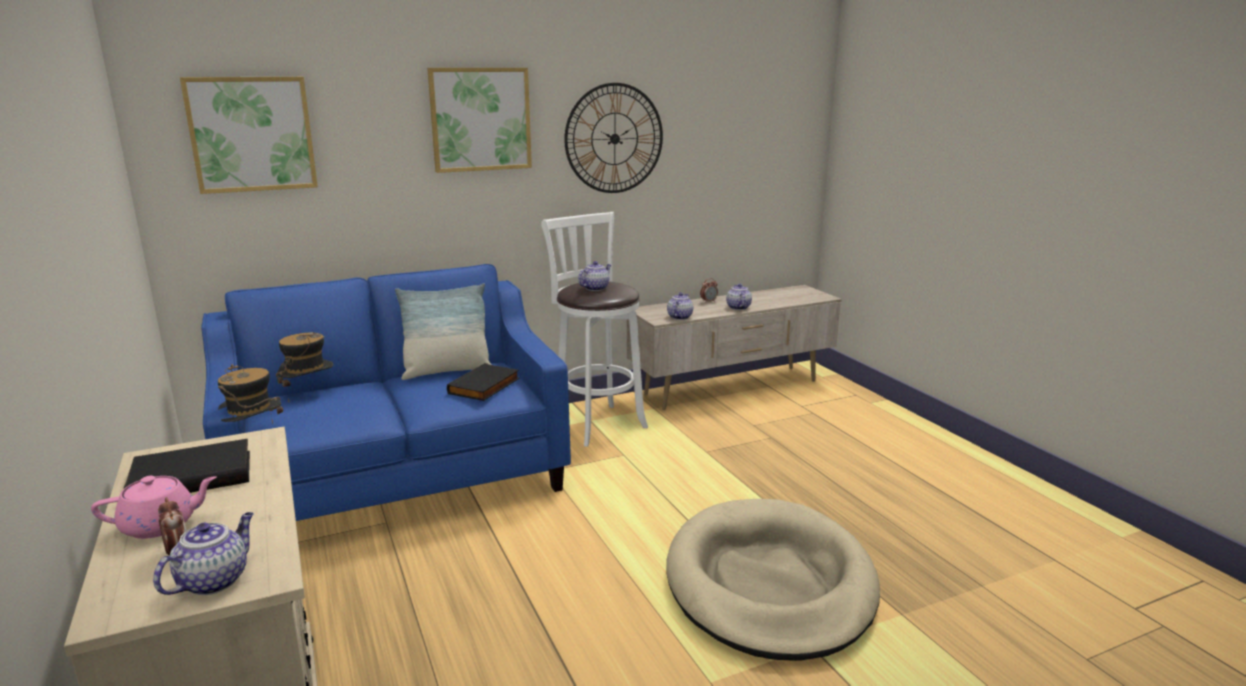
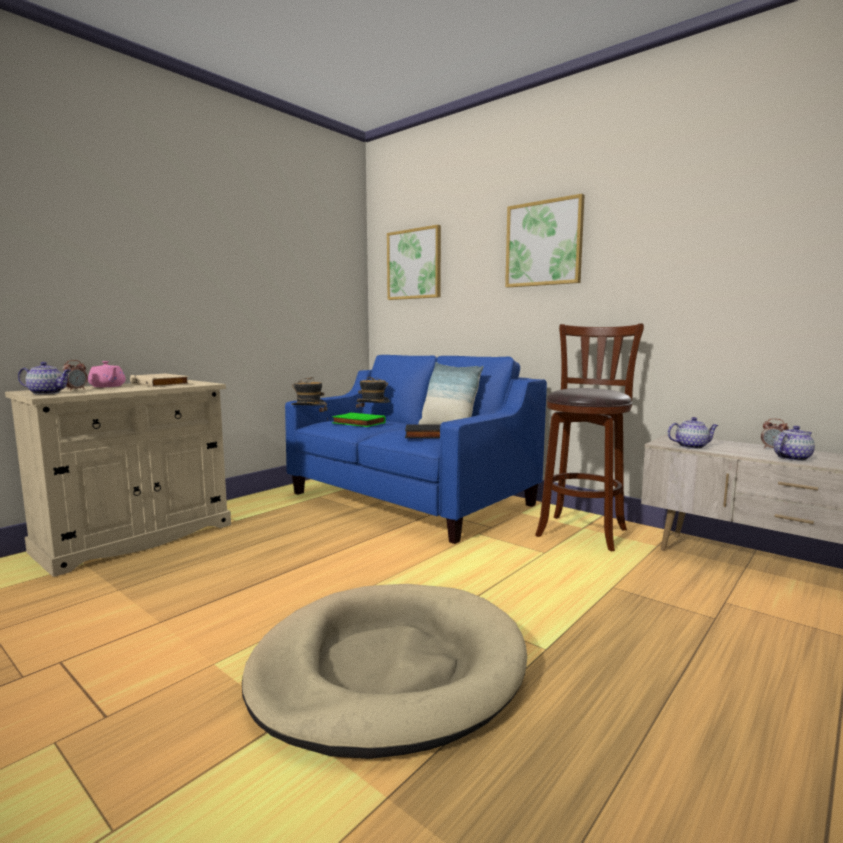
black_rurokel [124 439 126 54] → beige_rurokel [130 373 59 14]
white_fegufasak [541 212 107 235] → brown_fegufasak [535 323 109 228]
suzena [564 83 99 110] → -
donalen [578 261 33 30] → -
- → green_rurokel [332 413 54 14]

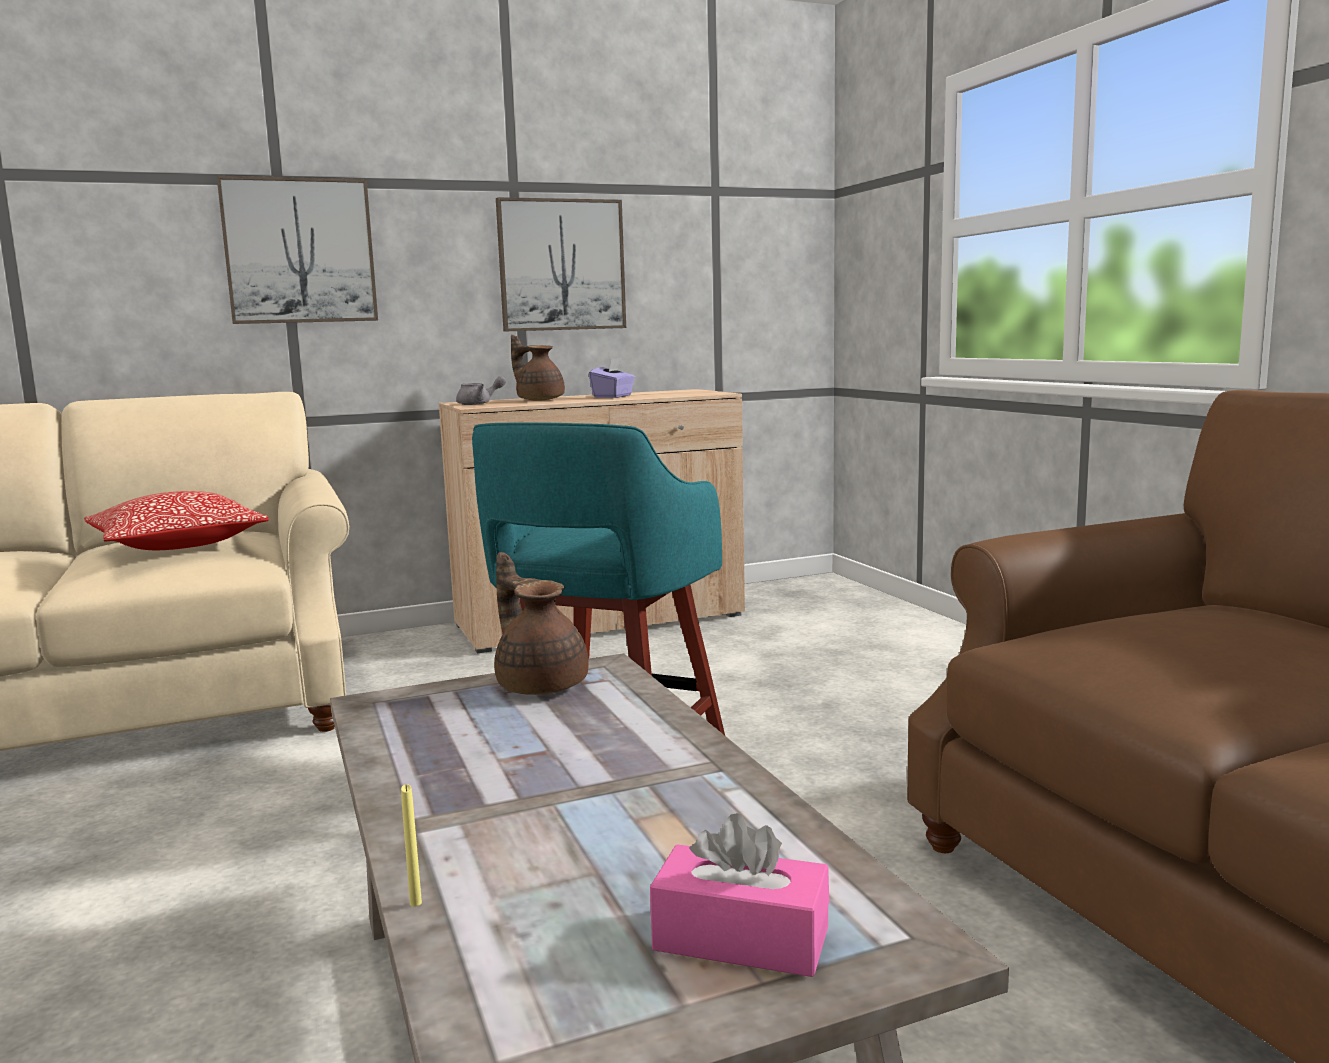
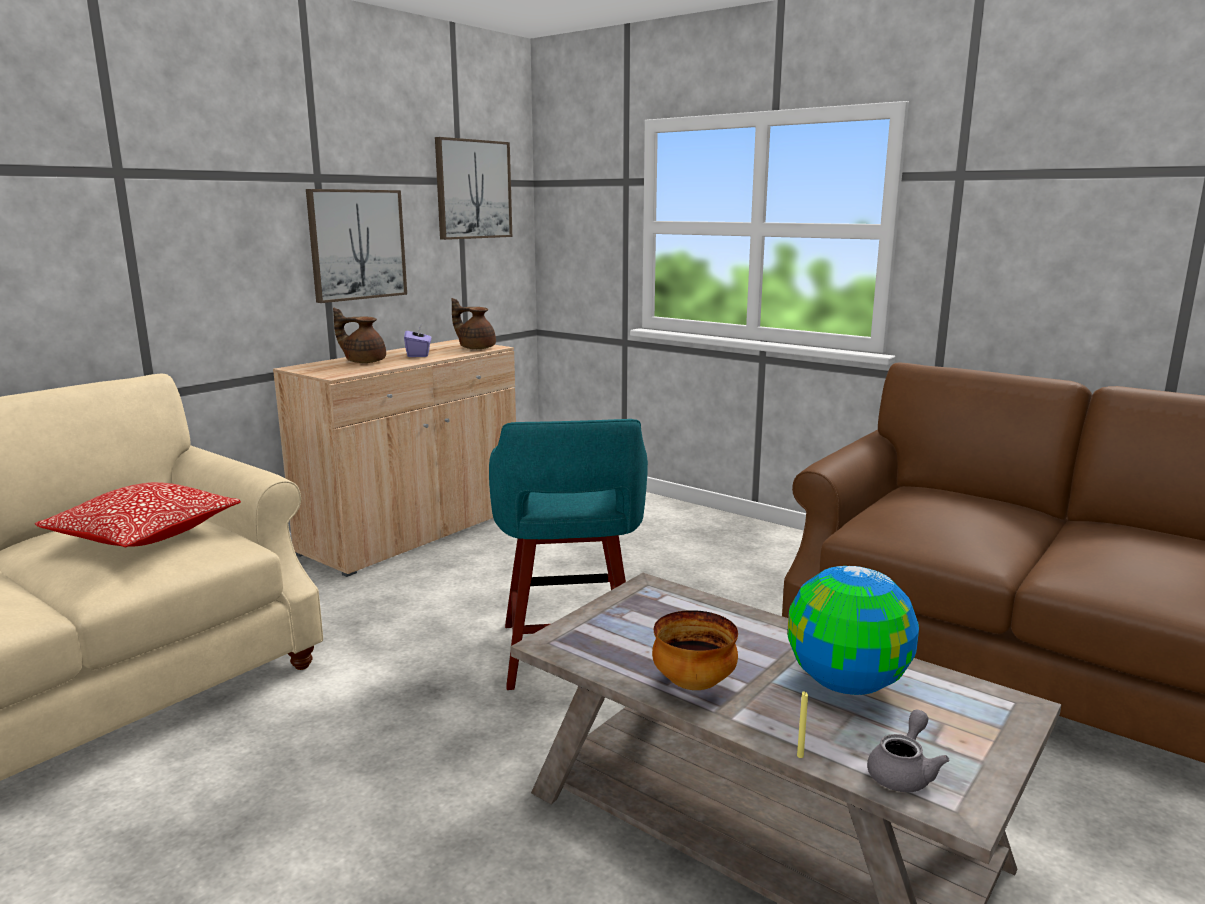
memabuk [217 175 161 149] → memabuk [435 137 77 103], shifted
grey_donalen [456 376 50 29] → grey_donalen [867 709 82 83], shifted
brown_donalen [494 552 95 143] → brown_donalen [451 298 45 51], shifted
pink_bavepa [650 813 179 164] → -
- → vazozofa [652 610 86 80]
- → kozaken [787 566 132 129]

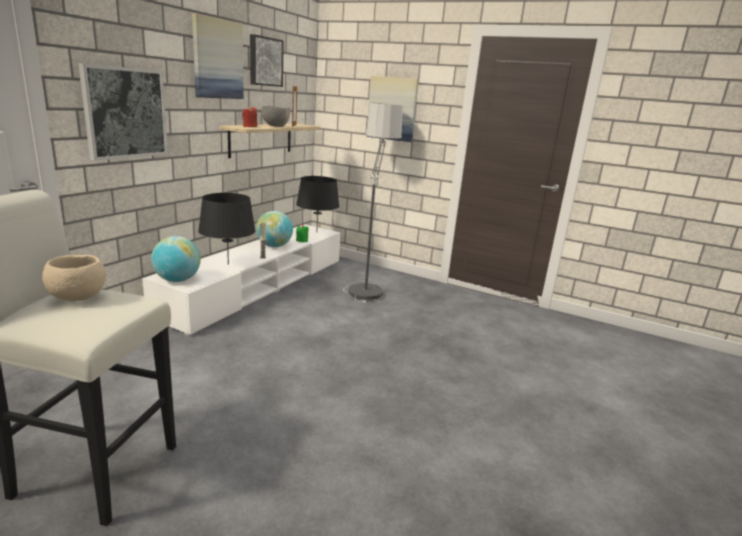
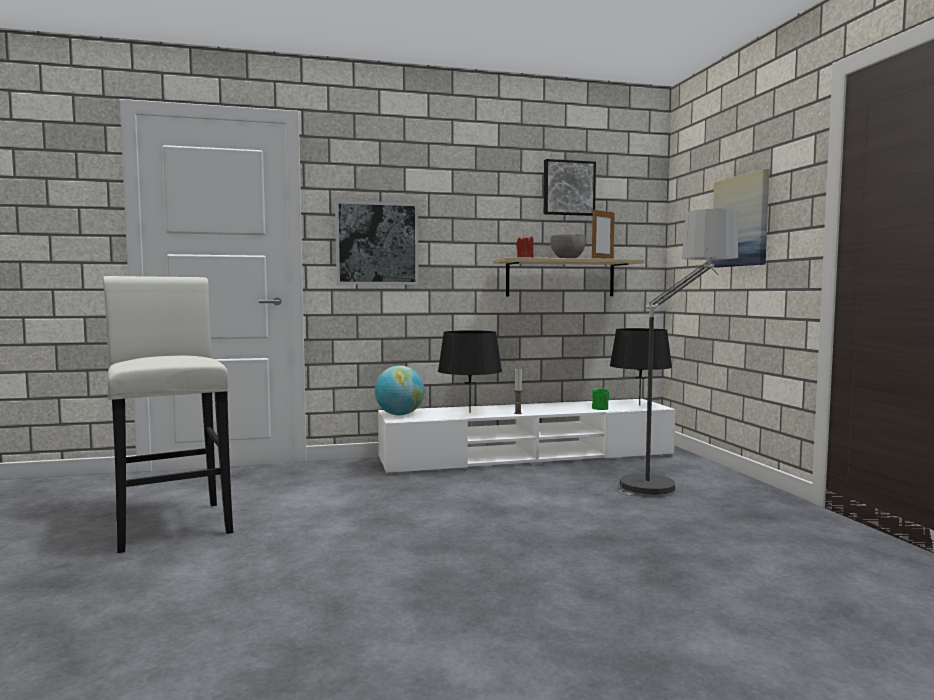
beige_vazozofa [42 255 64 46] → -
memabuk [192 13 52 86] → -
kozaken [256 211 37 36] → -

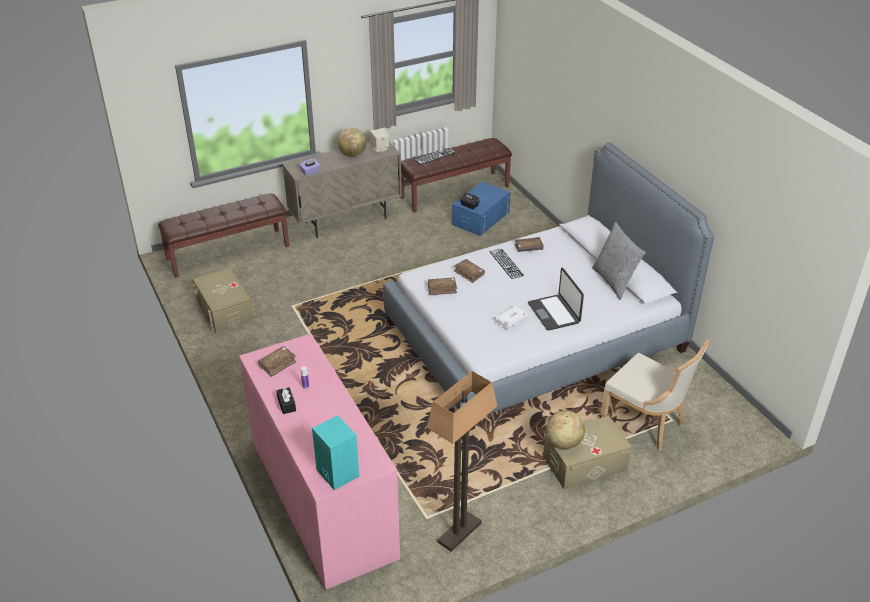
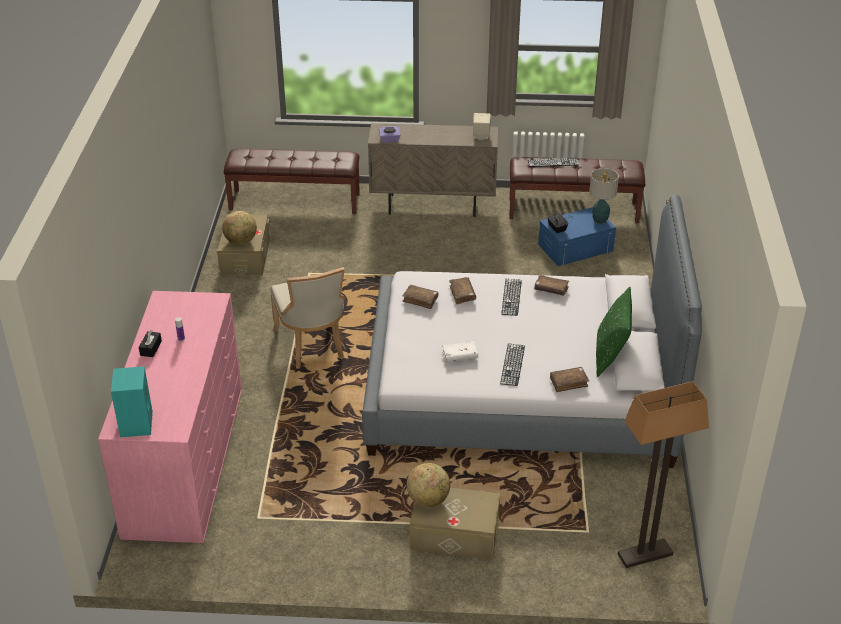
brown_rurokel [258 346 39 31] → brown_rurokel [550 367 39 25], shifted
kozaken [338 128 29 29] → kozaken [222 211 35 34], shifted
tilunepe [427 371 70 181] → tilunepe [618 381 91 187], shifted
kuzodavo [528 268 56 62] → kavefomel [500 344 25 42]
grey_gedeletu [592 222 54 78] → green_gedeletu [596 287 36 90]
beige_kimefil [601 340 109 111] → beige_kimefil [270 267 75 102], shifted
- → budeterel [589 168 30 56]

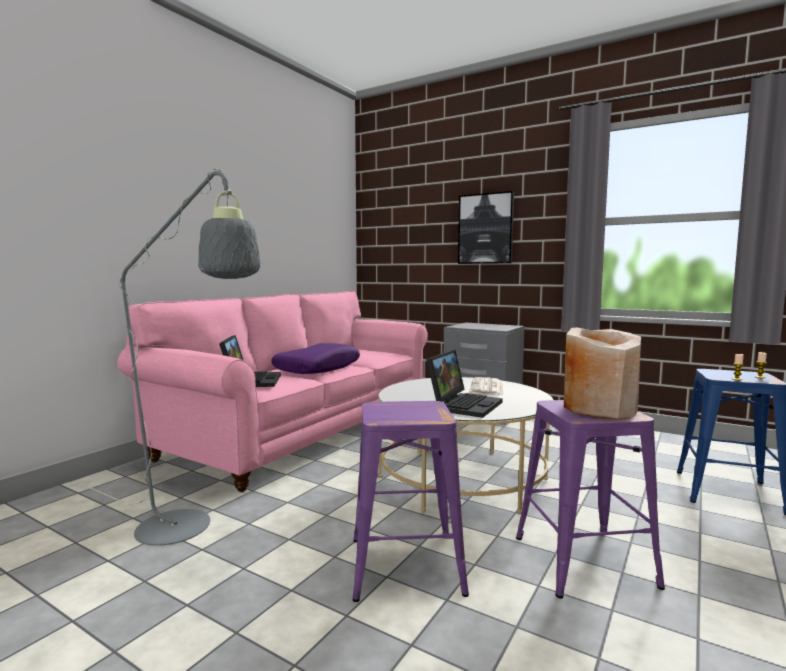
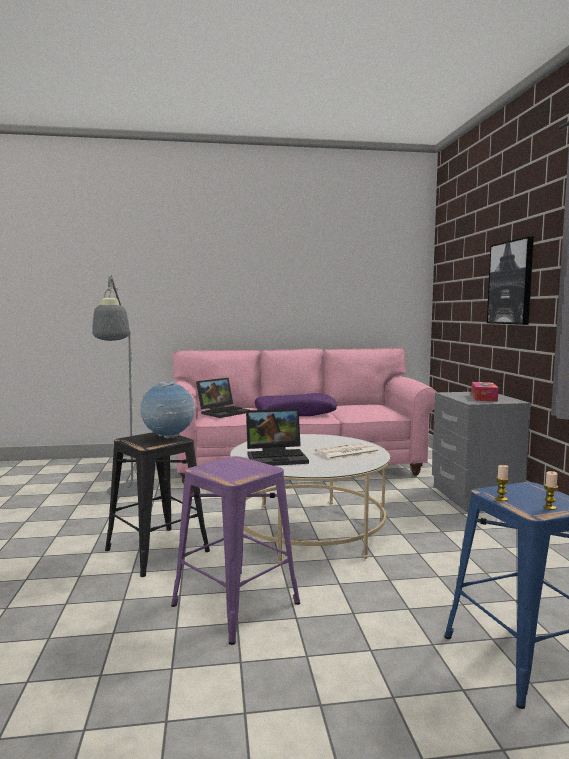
purple_fegufasak [353 401 116 201] → black_fegufasak [105 432 105 145]
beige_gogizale [564 327 77 92] → -
- → kozaken [140 381 55 58]
- → bavepa [471 382 28 20]

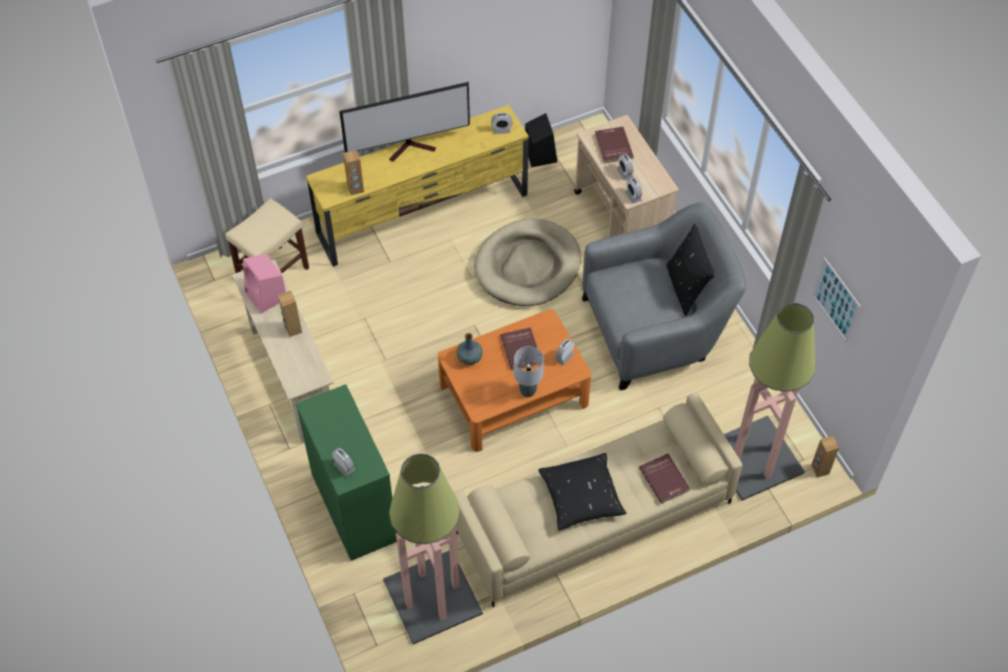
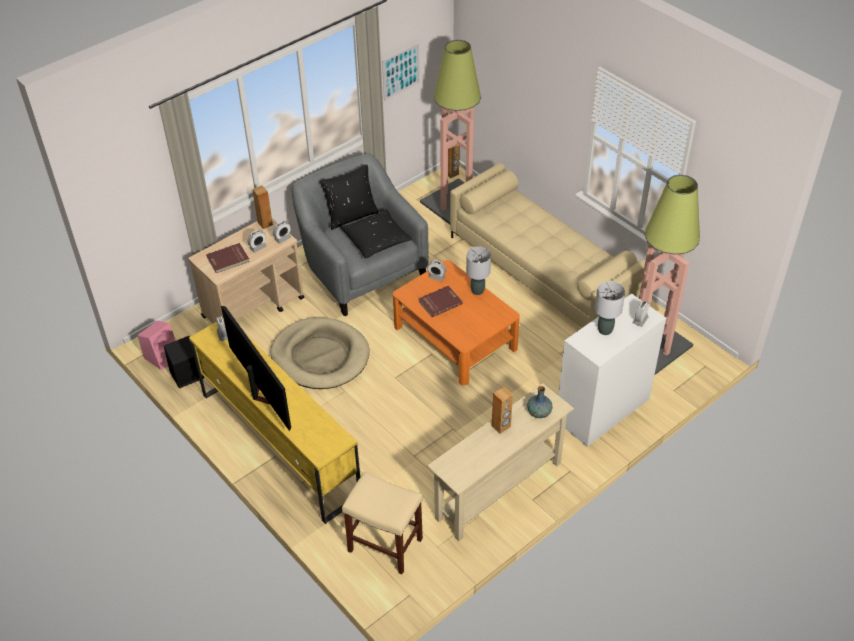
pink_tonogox [243 254 43 60] → pink_tonogox [138 321 38 49], shifted
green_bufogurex [296 384 101 177] → white_bufogurex [558 294 108 153]
brown_tonogox [343 150 21 45] → brown_tonogox [252 185 21 44], shifted
gogizale [457 333 26 32] → gogizale [527 386 25 32], shifted
black_gedeletu [538 453 89 78] → black_gedeletu [340 209 73 49], shifted
red_rurokel [639 454 51 50] → -
- → grey_budeterel [595 281 30 54]

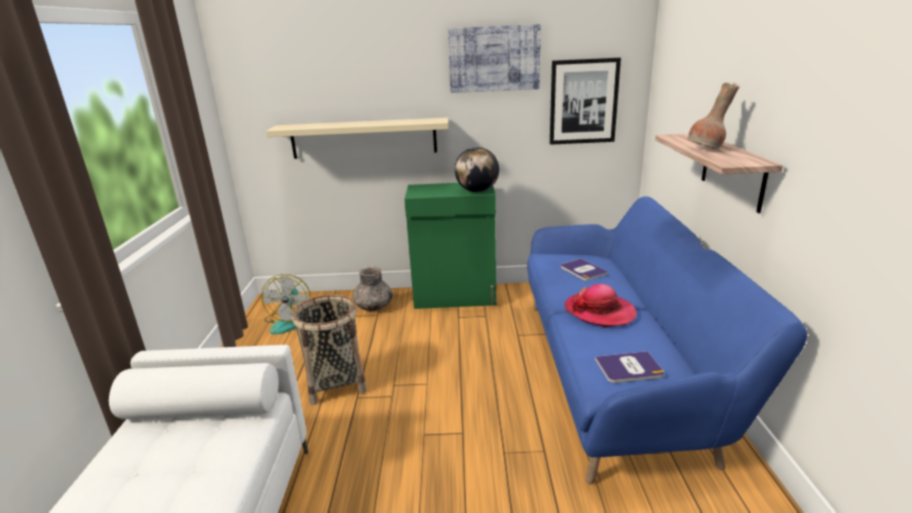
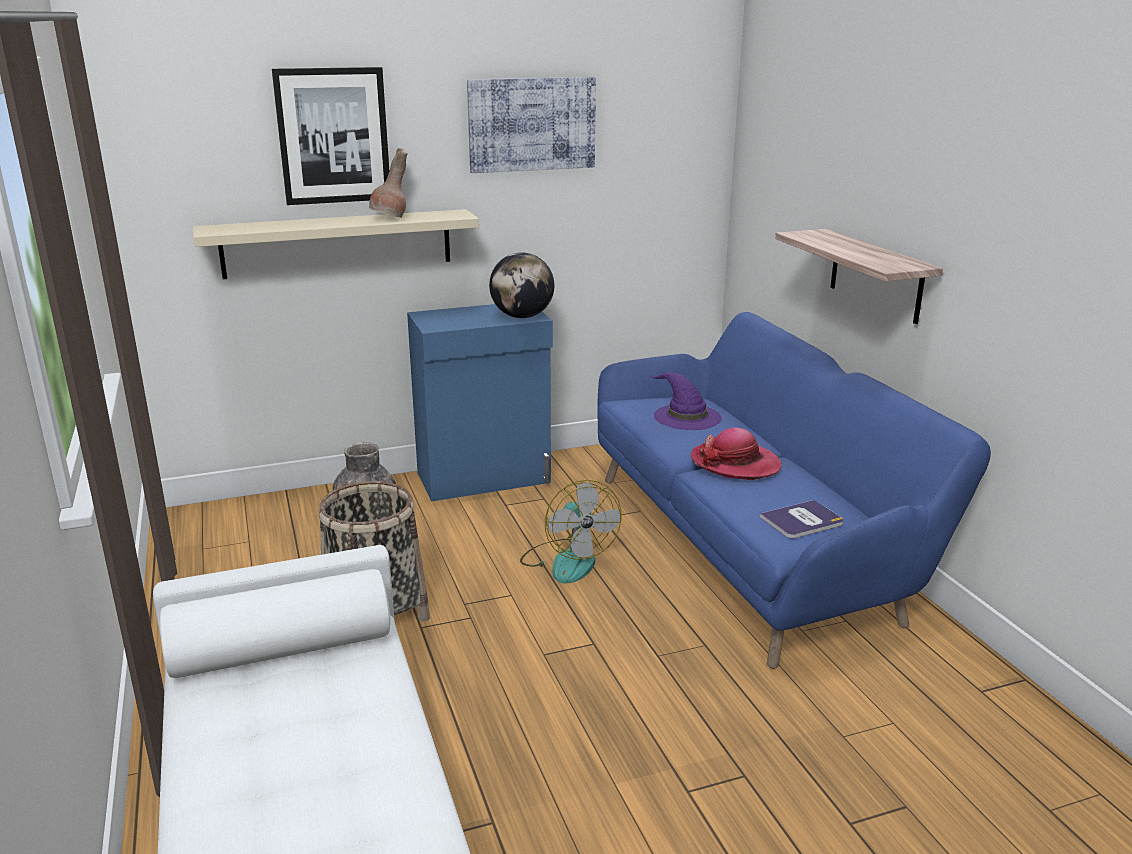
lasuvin [261 274 50 60] → lasuvin [520 480 101 103], shifted
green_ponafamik [405 183 91 126] → blue_ponafamik [407 304 146 198]
memabuk [550 58 71 87] → memabuk [272 67 117 138], shifted
rurokel [561 258 47 23] → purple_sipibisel [650 372 72 58]
brown_gogizale [687 83 53 66] → brown_gogizale [369 148 38 70], shifted

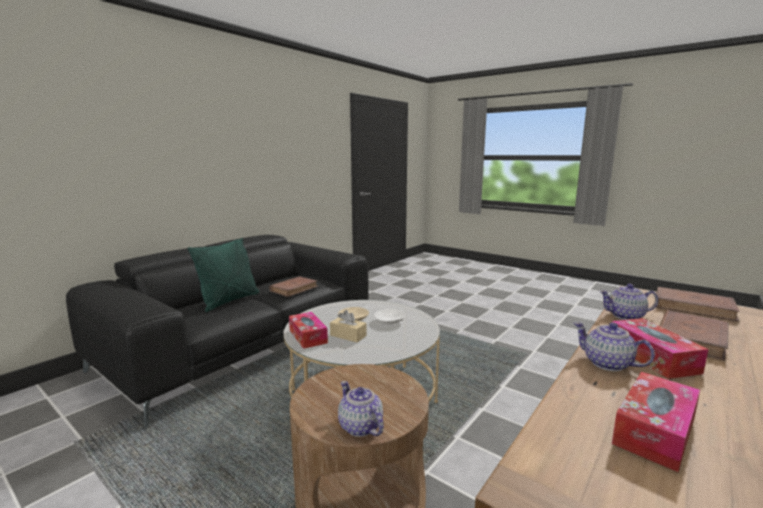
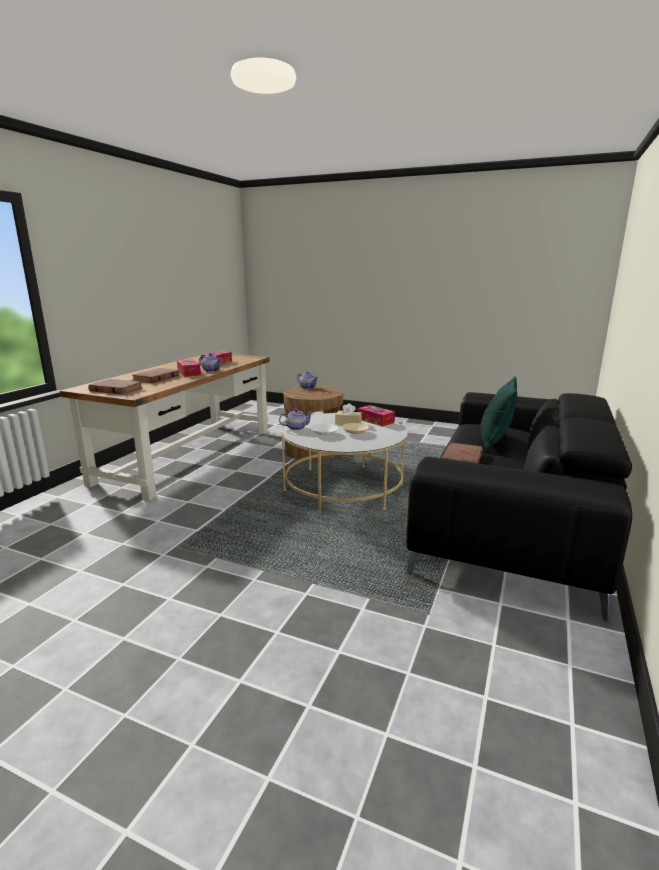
donalen [599 284 59 36] → donalen [279 409 34 21], shifted

